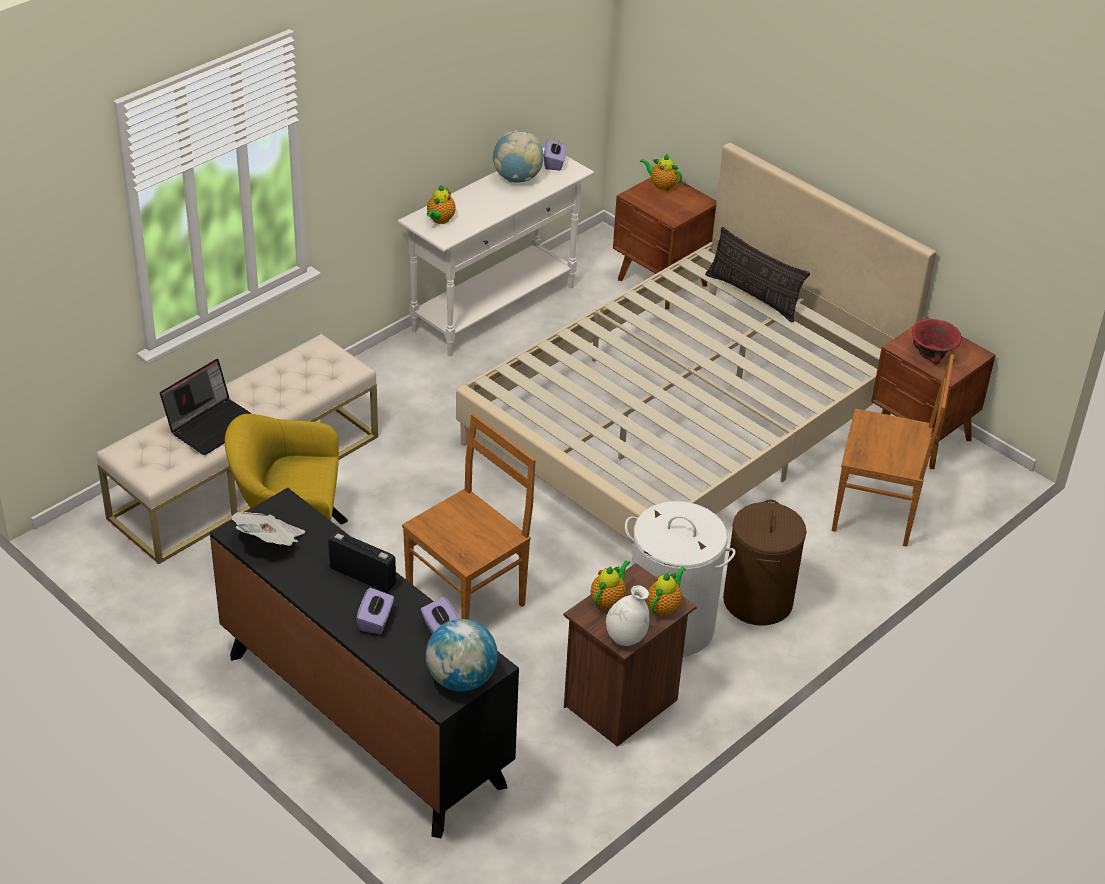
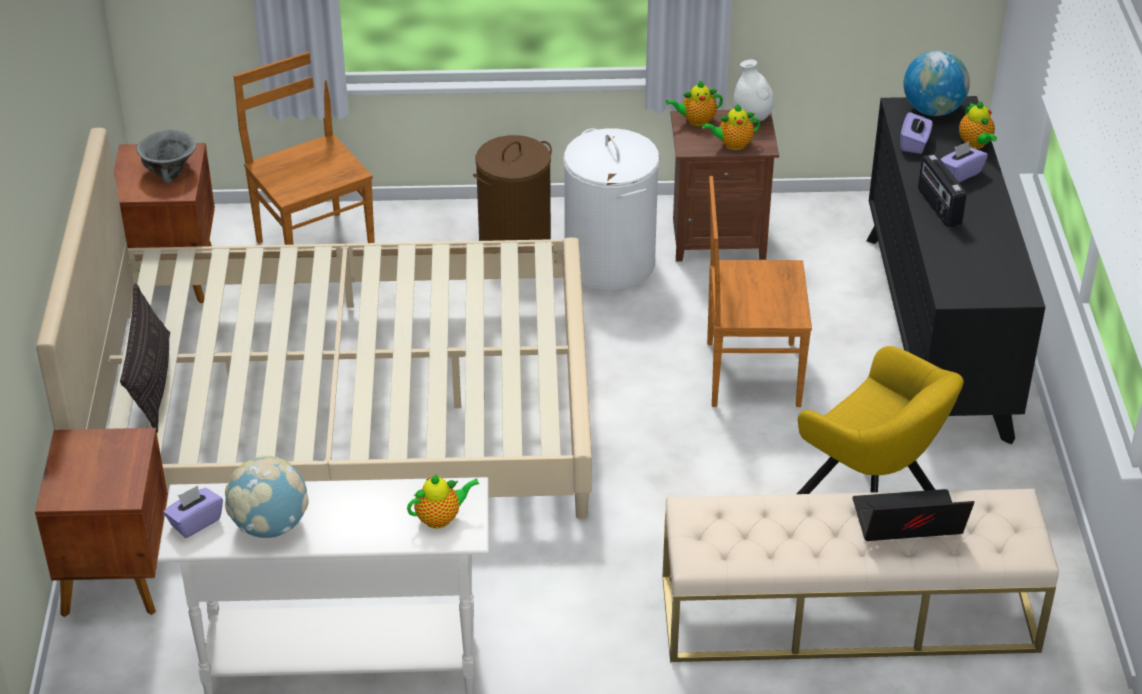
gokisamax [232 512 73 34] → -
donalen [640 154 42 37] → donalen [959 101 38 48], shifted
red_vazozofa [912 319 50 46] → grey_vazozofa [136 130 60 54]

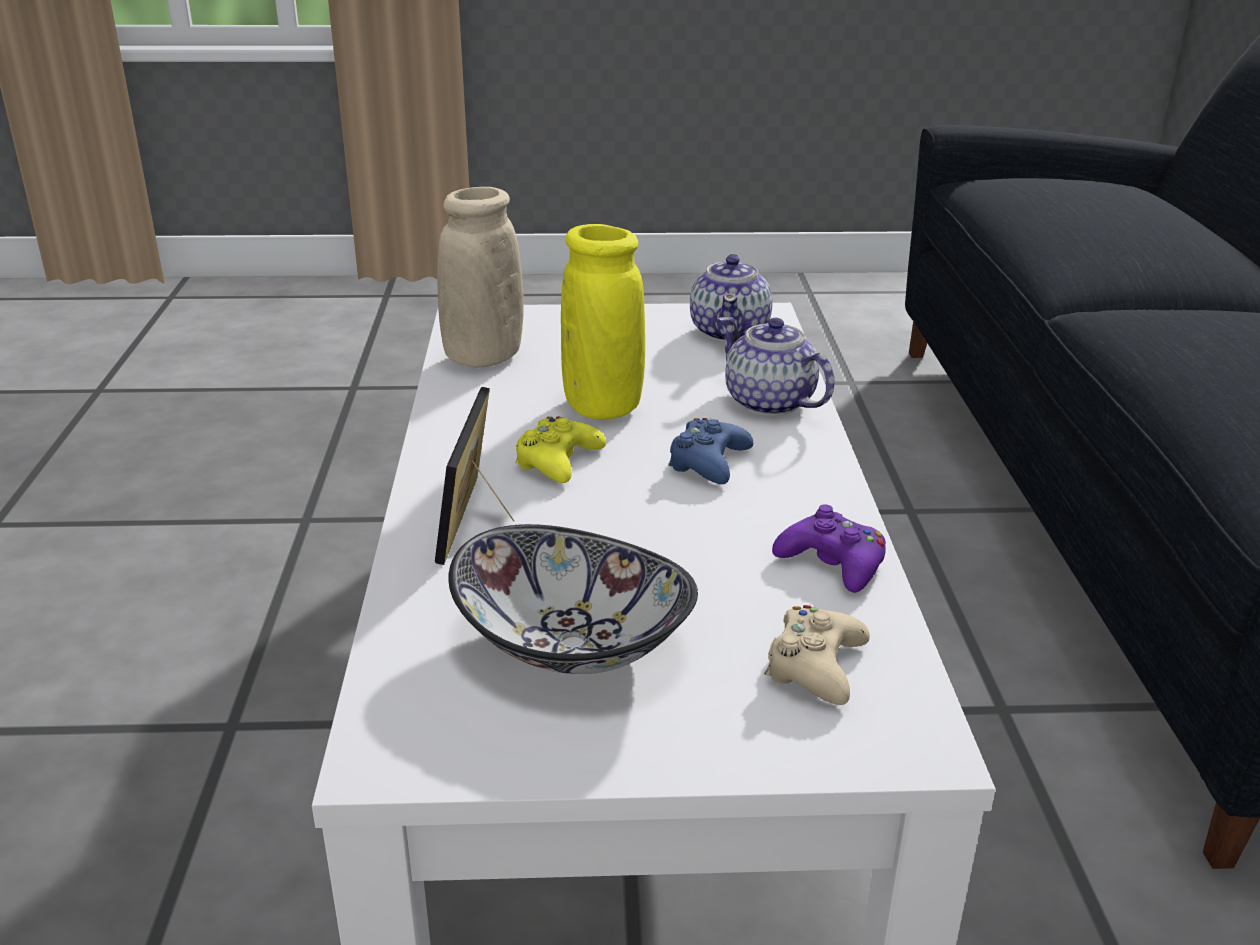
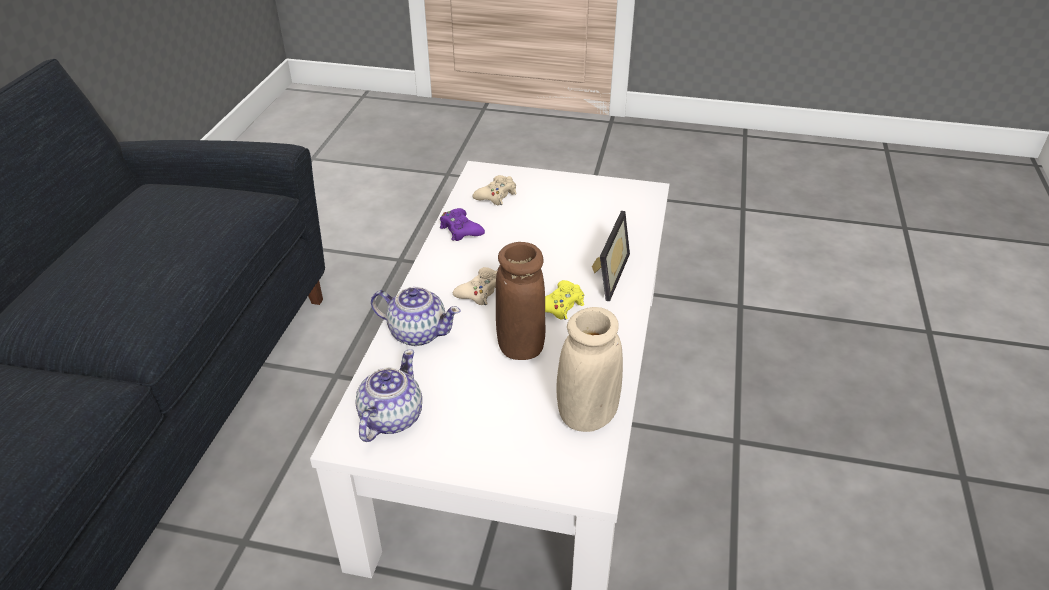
vazozofa [448 524 250 150] → -
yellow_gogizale [561 224 84 195] → brown_gogizale [496 242 49 118]
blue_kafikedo [668 418 85 66] → beige_kafikedo [453 267 44 38]
donalen [718 317 117 99] → donalen [371 287 90 59], 45 degrees counterclockwise

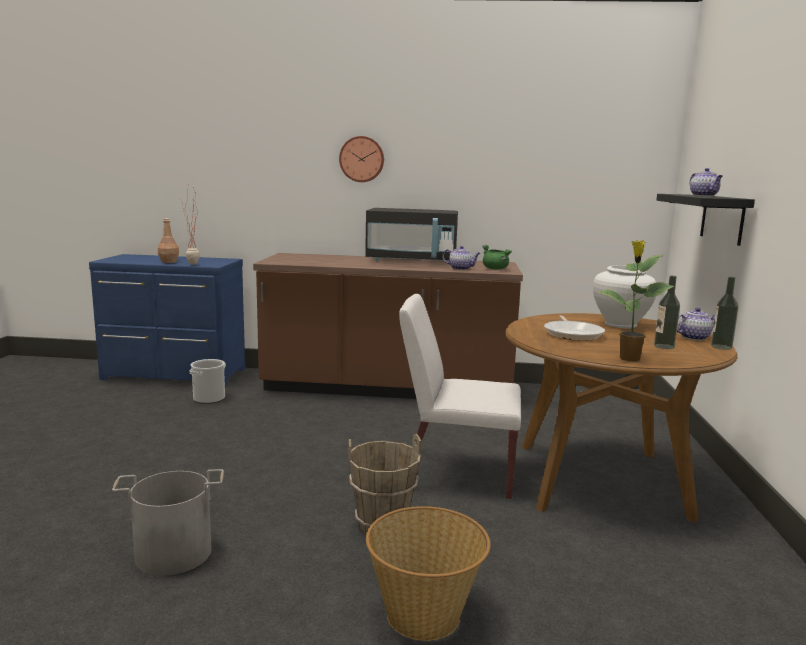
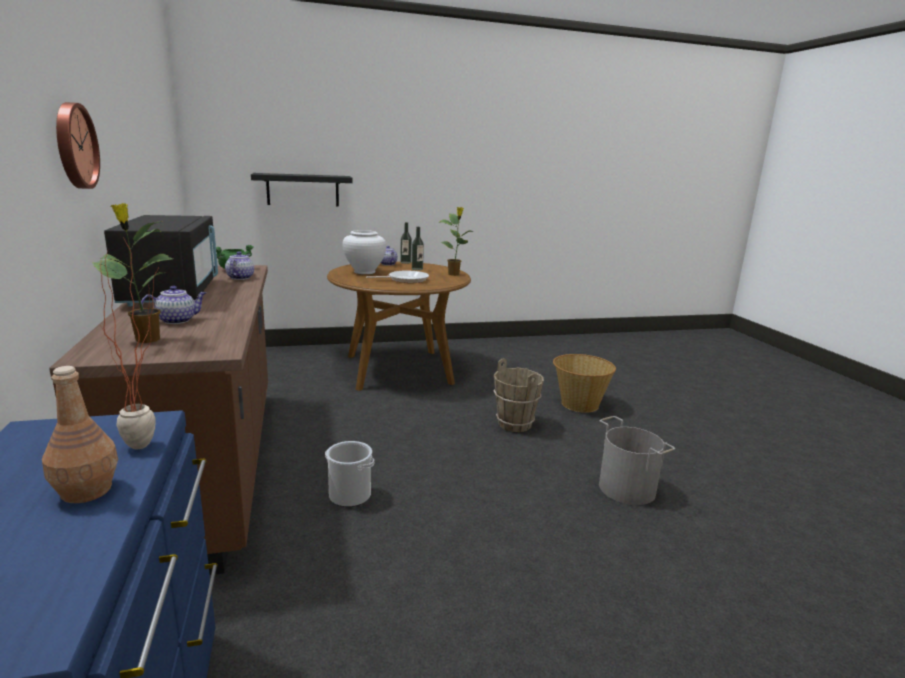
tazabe [190 359 36 45] → tazabe [325 441 49 66], shifted
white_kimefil [399 294 122 206] → -
donalen [690 168 33 28] → donalen [141 286 65 38], shifted
- → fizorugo [92 203 81 140]

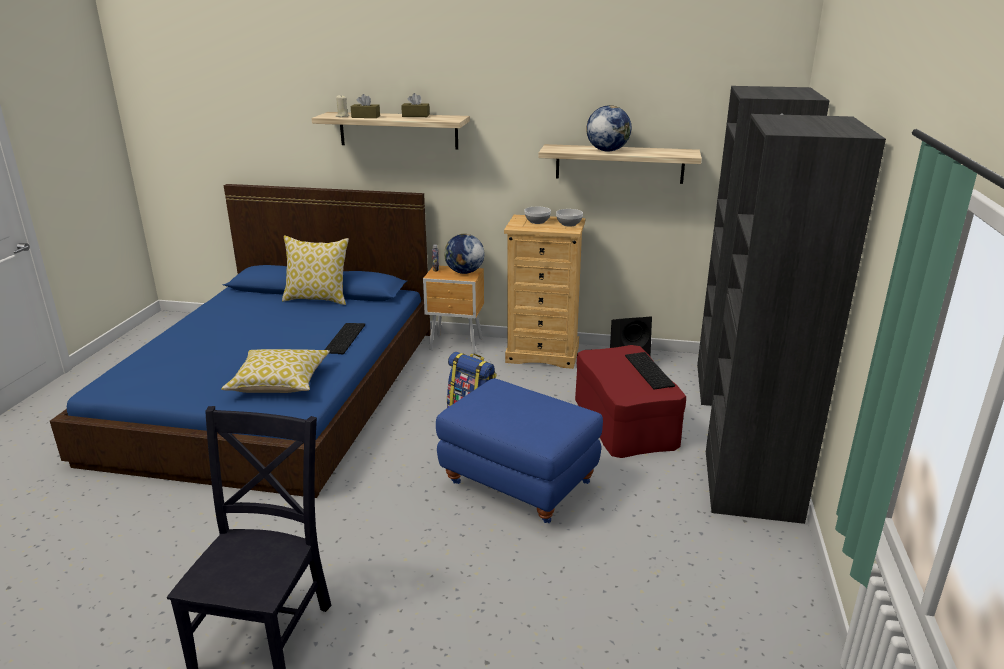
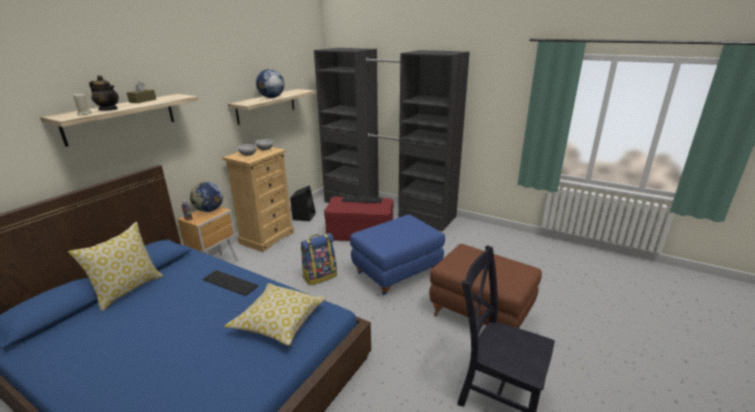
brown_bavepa [351 94 29 24] → donalen [89 75 30 35]
- → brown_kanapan [429 244 113 84]

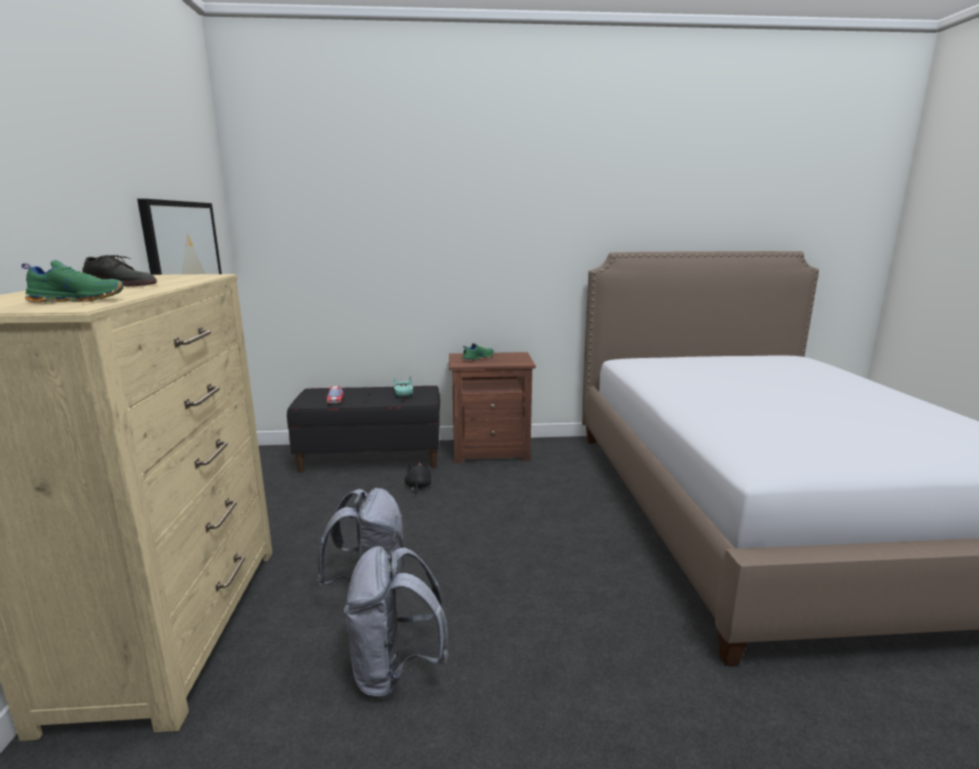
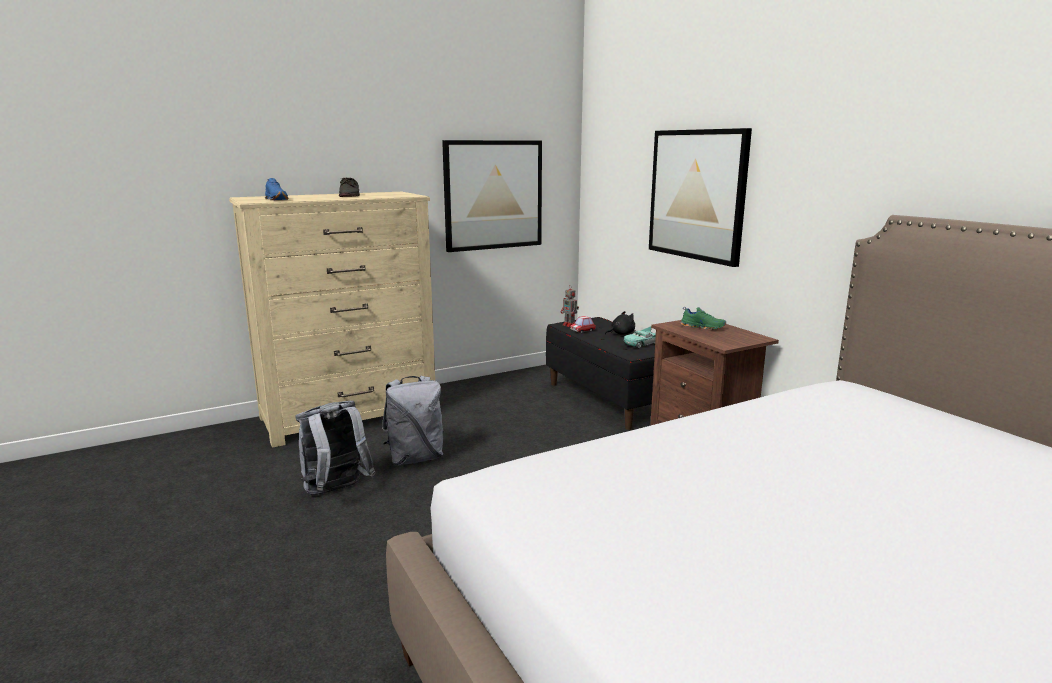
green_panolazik [21 260 103 43] → blue_panolazik [265 178 24 22]
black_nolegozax [405 462 26 32] → black_nolegozax [605 311 30 24], shifted
- → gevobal [561 286 18 41]
- → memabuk [649 128 103 139]

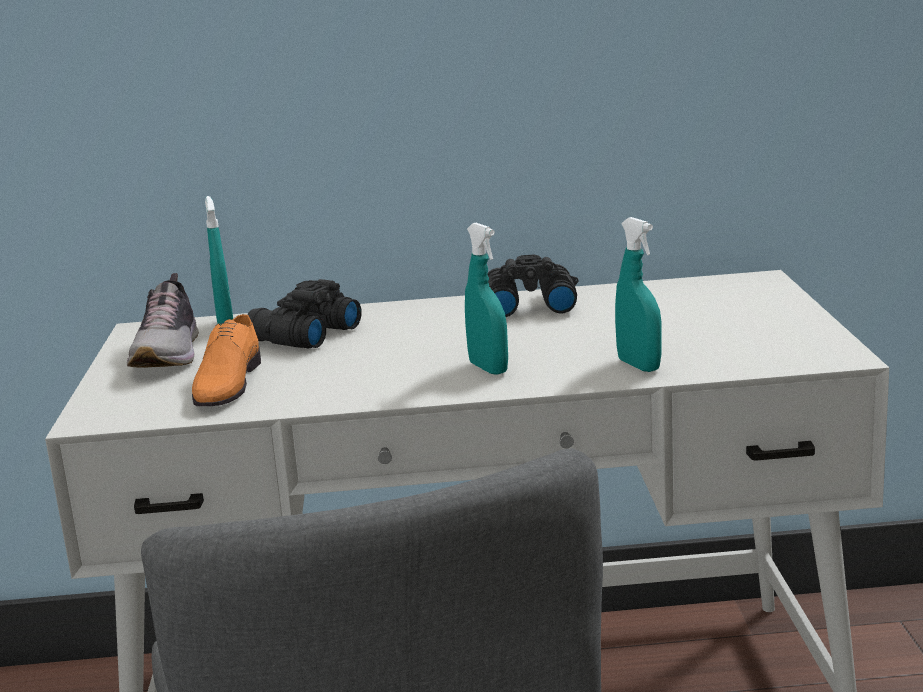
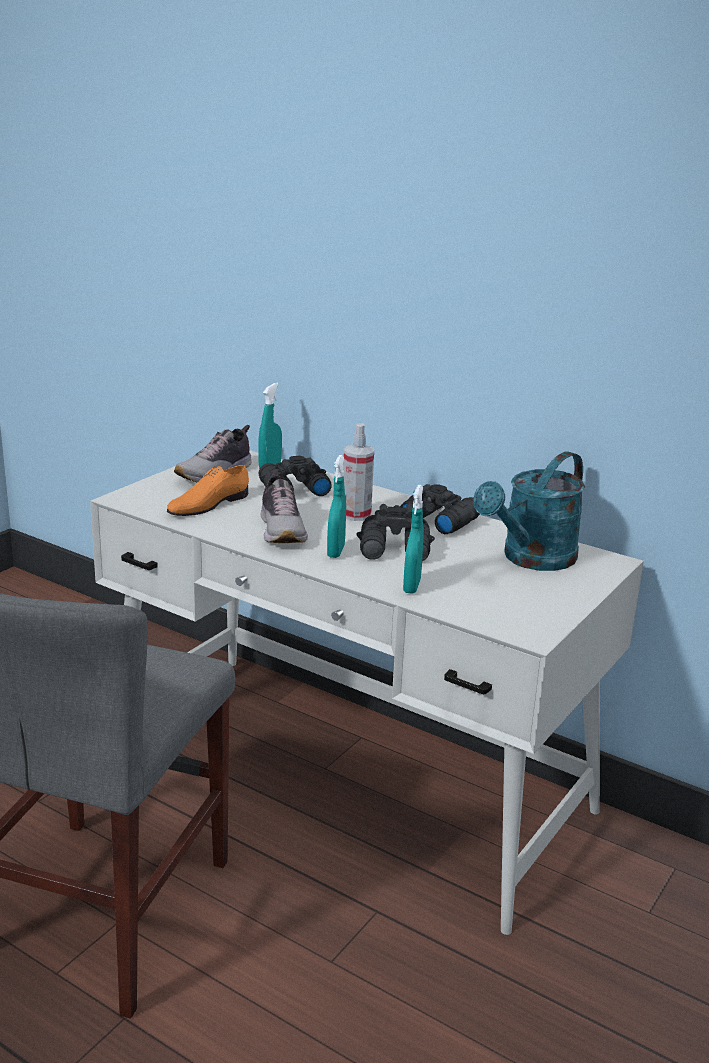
- → panolazik [260 469 48 74]
- → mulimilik [343 424 31 97]
- → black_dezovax [356 502 79 59]
- → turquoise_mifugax [473 451 112 120]

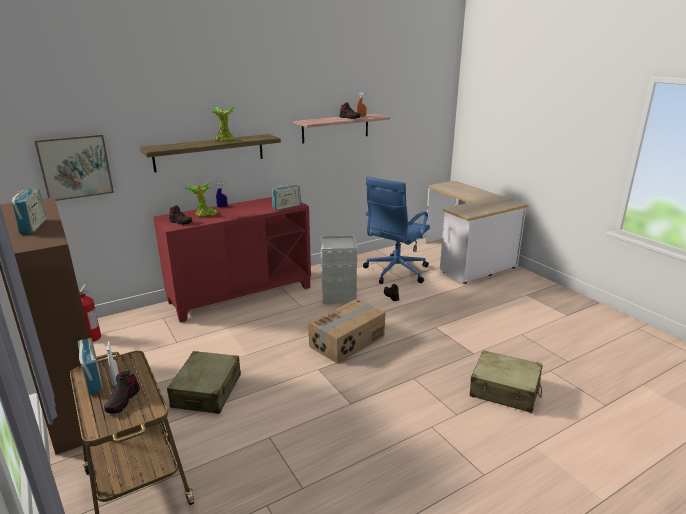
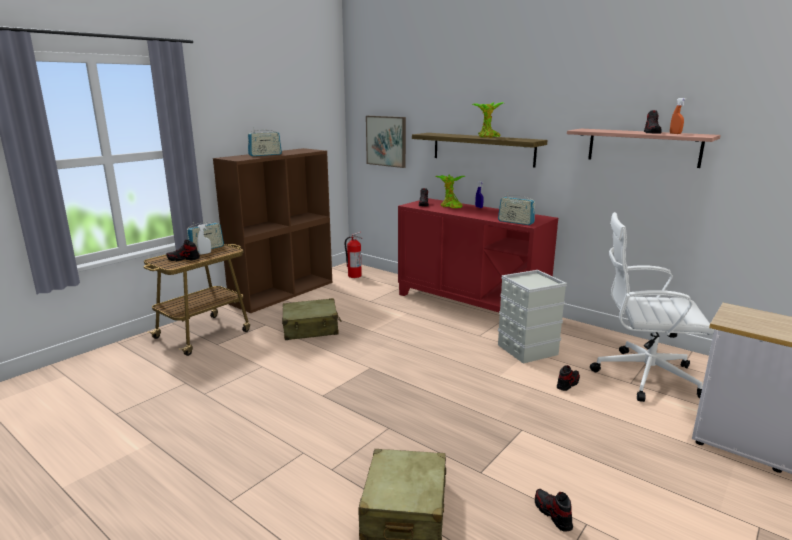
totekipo [308 299 78 65] → -
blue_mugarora [363 176 67 108] → white_mugarora [590 212 125 190]
- → panolazik [535 489 38 43]

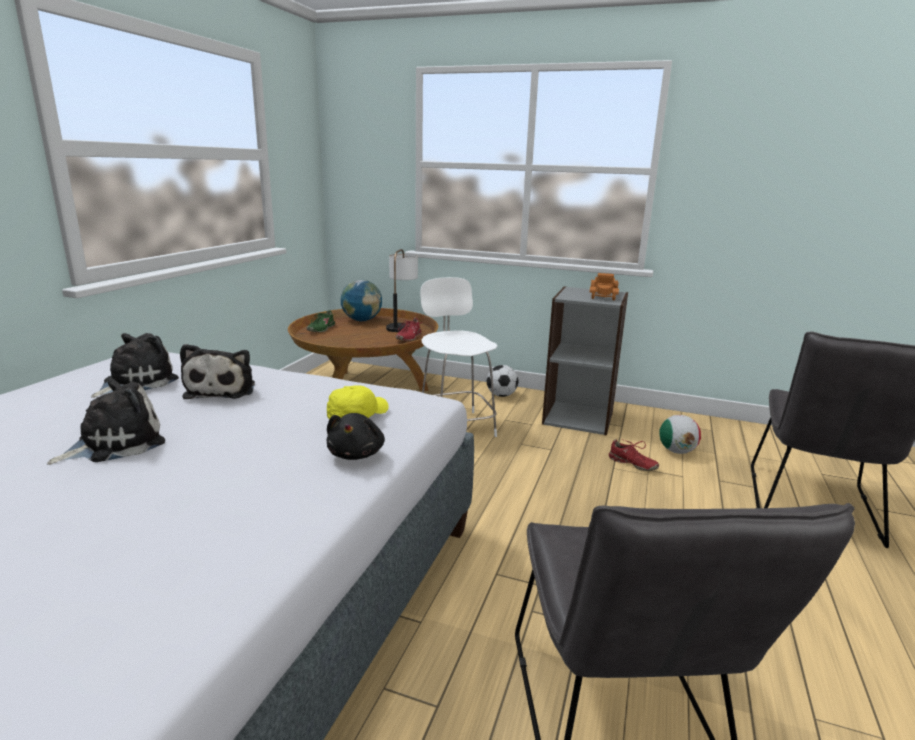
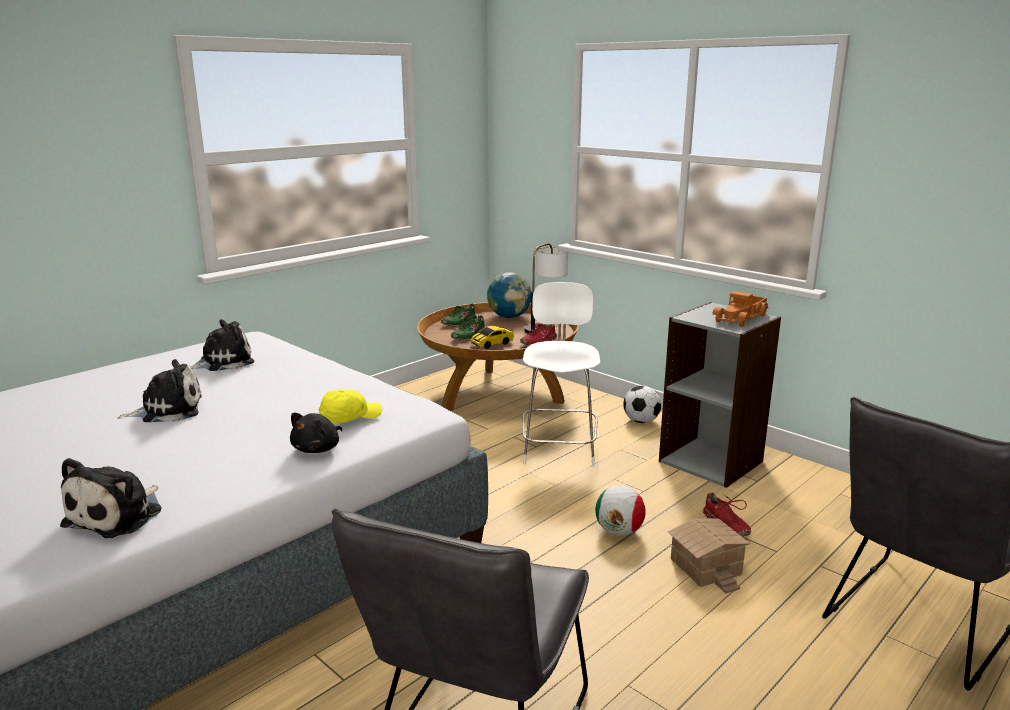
nolegozax [180 344 75 55] → nolegozax [60 458 102 80], shifted
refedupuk [659 415 42 39] → refedupuk [595 485 51 51], shifted
- → green_panolazik [451 315 35 25]
- → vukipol [470 326 44 23]
- → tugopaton [668 518 83 75]

